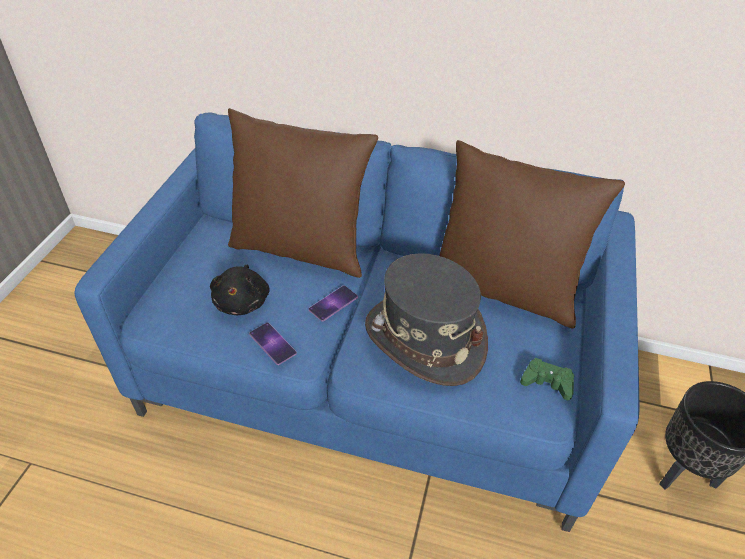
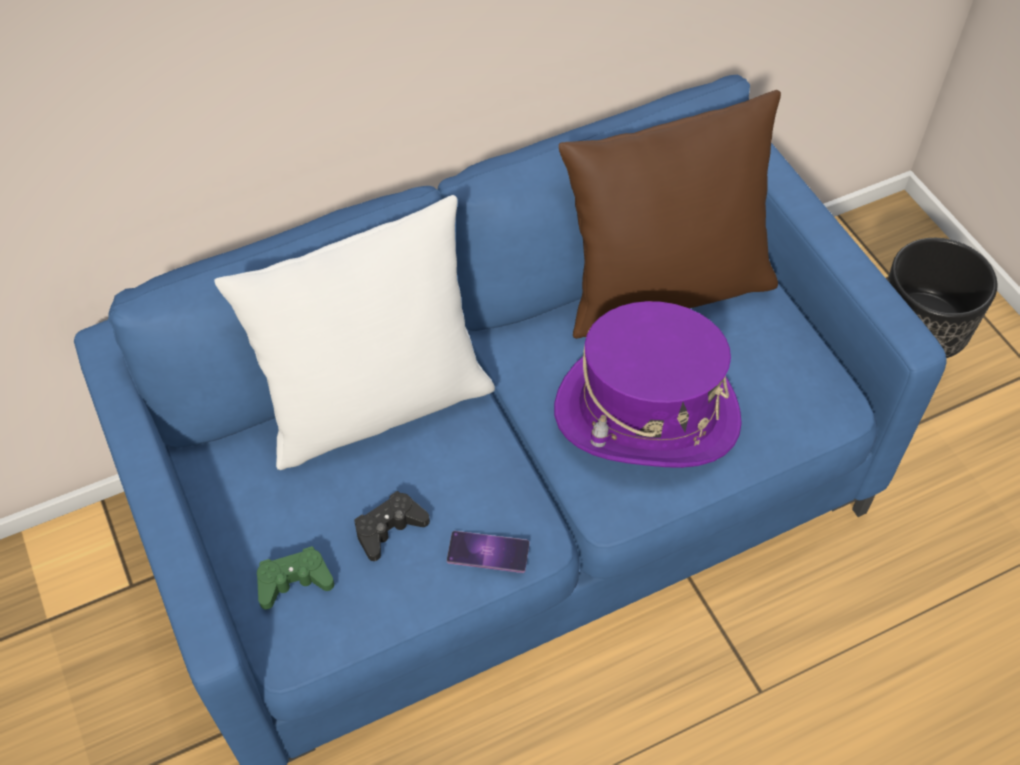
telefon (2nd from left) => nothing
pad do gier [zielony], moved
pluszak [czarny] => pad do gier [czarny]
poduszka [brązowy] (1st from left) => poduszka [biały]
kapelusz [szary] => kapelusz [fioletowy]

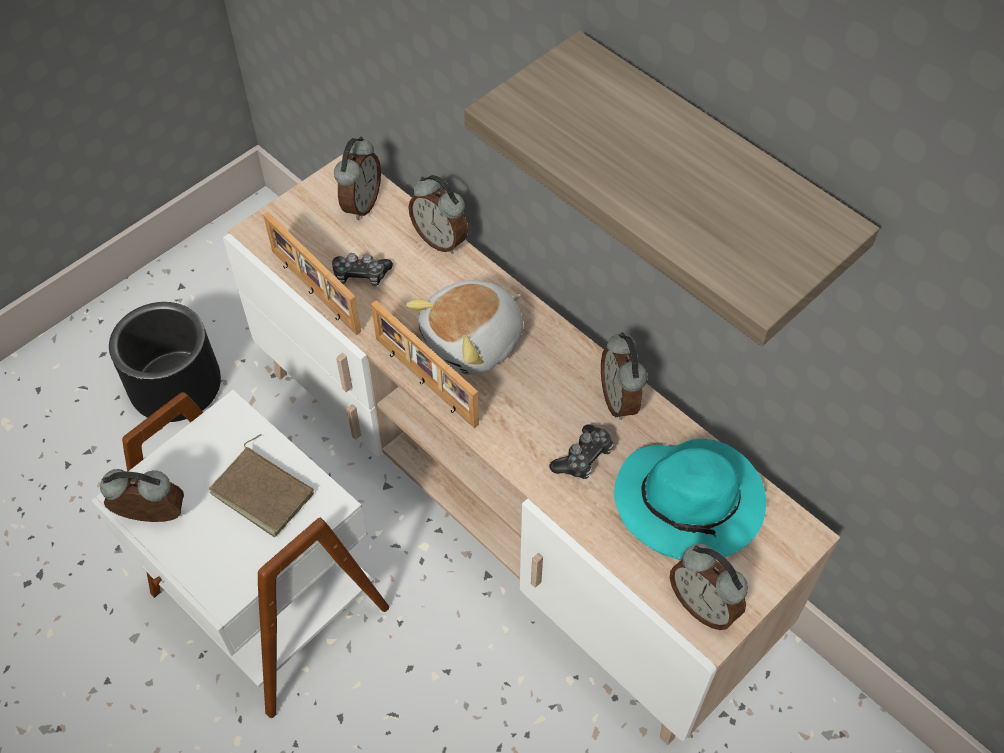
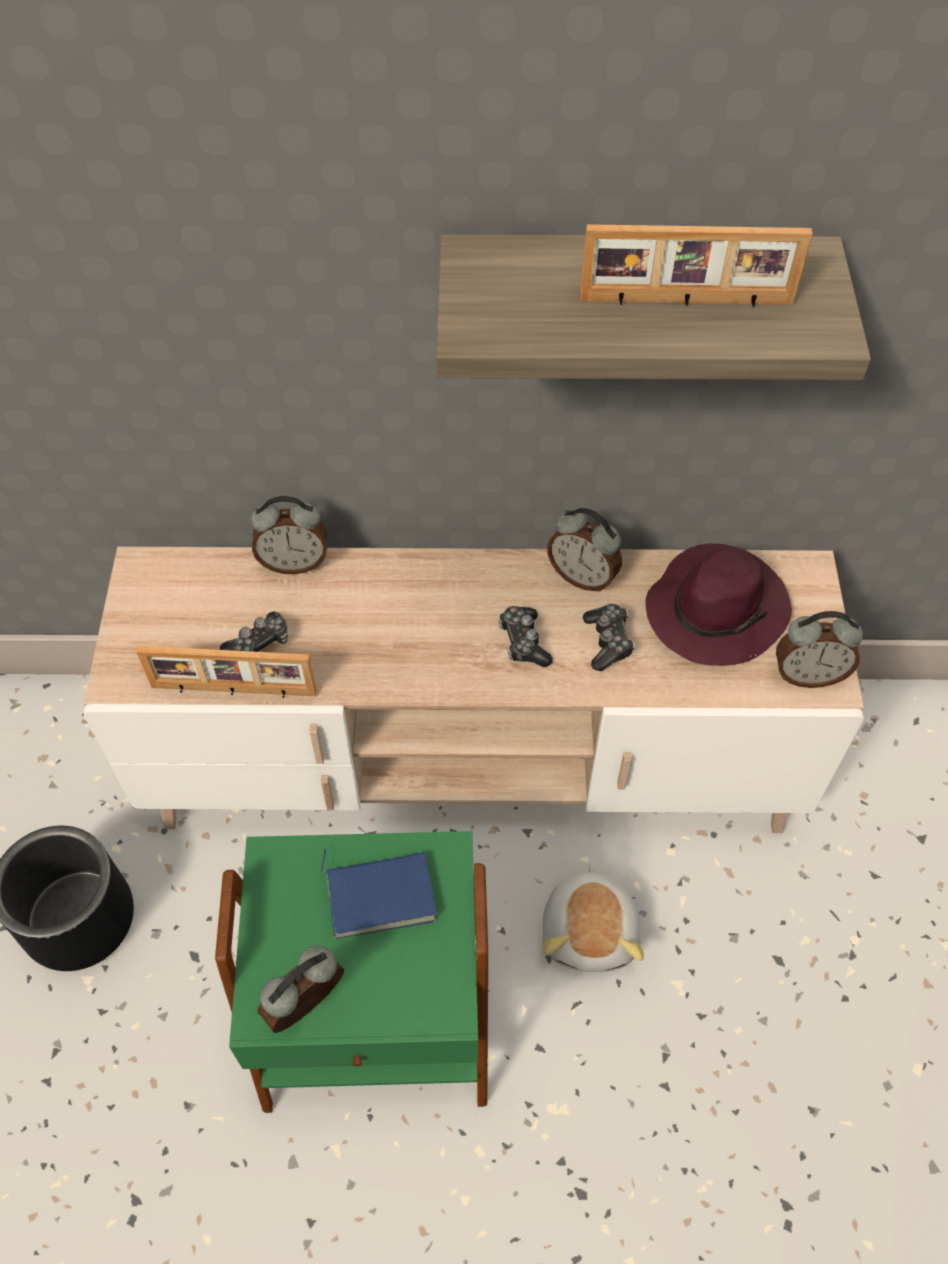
budzik (2nd from left) => nothing
nothing => pad do gier (2nd from left)
ramka na zdjęcie (2nd from left), moved
pluszak, moved
stolik [biały] => stolik [zielony]
książka [brązowy] => książka [niebieski]
kapelusz [turkusowy] => kapelusz [fioletowy]

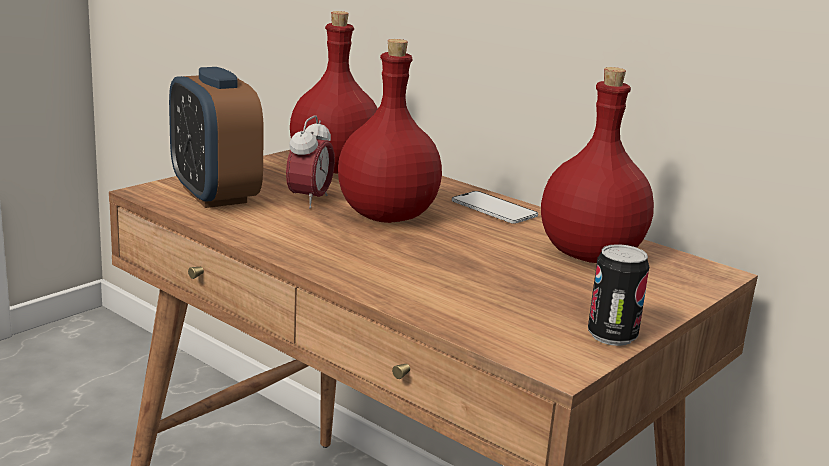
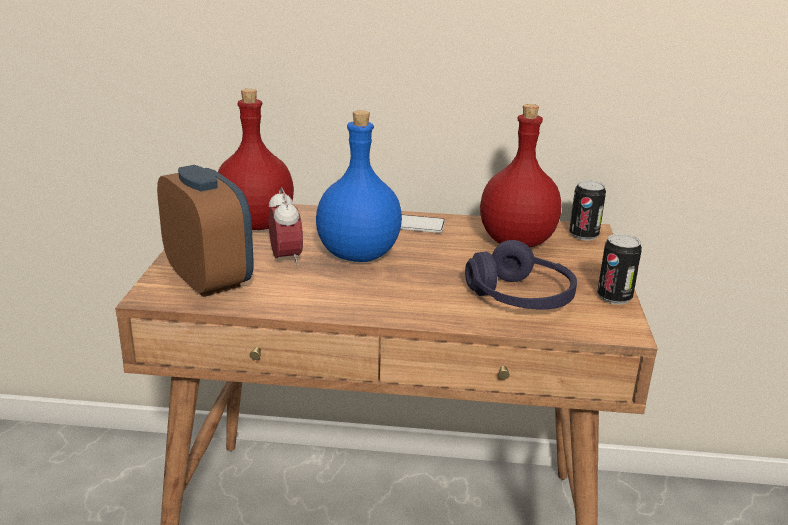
nothing => słuchawki [fioletowy]
nothing => puszka (1st from left)
butelka [czerwony] (2nd from left) => butelka [niebieski]
budzik (1st from left), 150 degrees counterclockwise

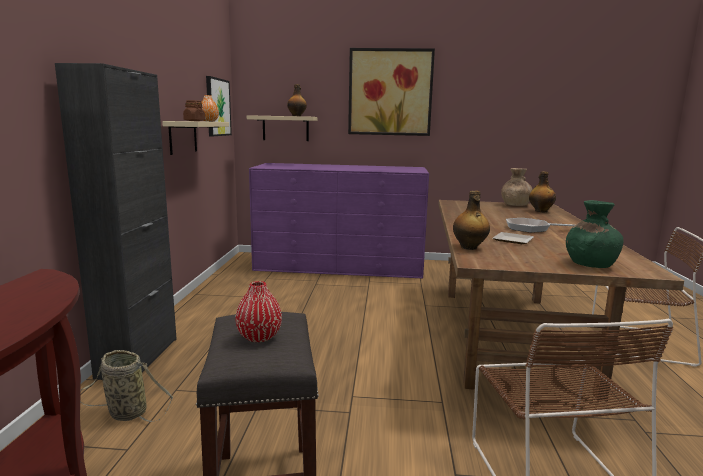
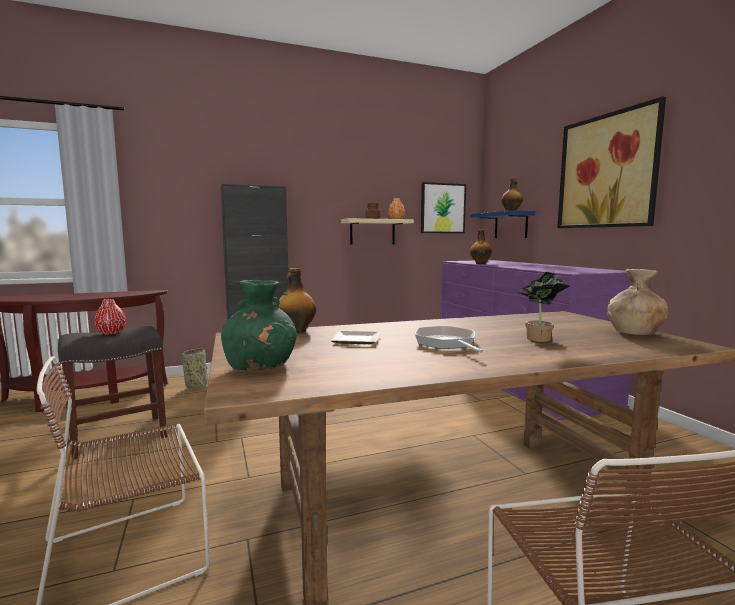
nothing => roślina doniczkowa
butelka (3rd from left in the first image) => butelka (2nd from left), moved
półka [beżowy] (2nd from left) => półka [niebieski]

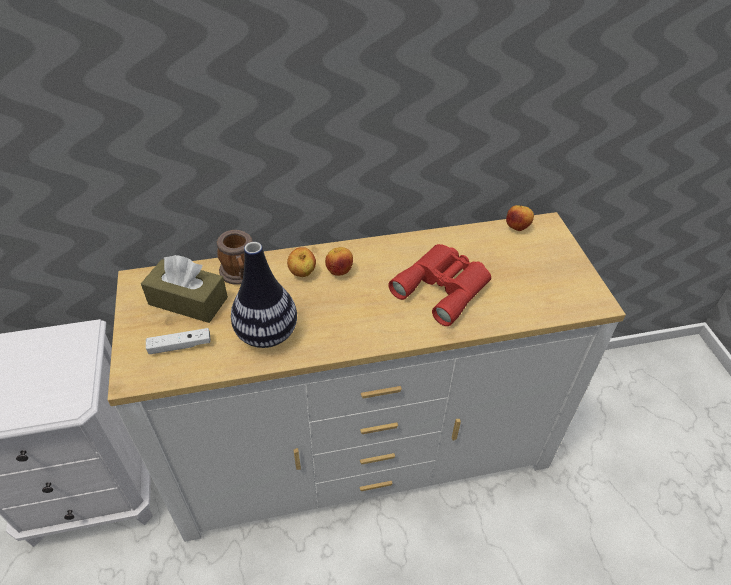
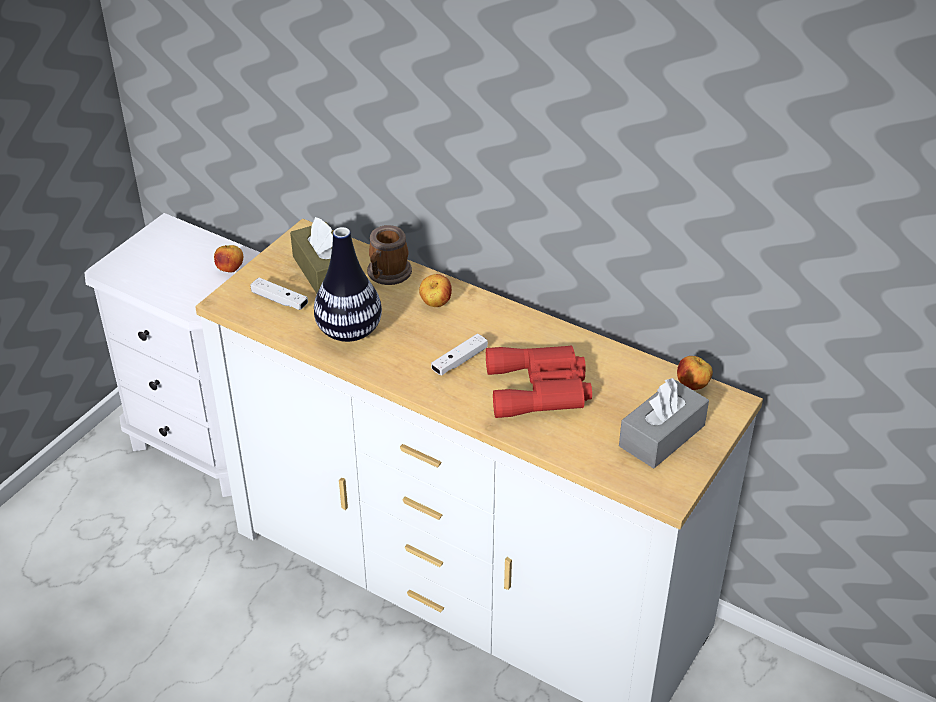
nothing => pad do gier [biały] (2nd from left)
nothing => pudełko chusteczek [szary]
jabłko (2nd from left in the first image) => jabłko (1st from left), moved

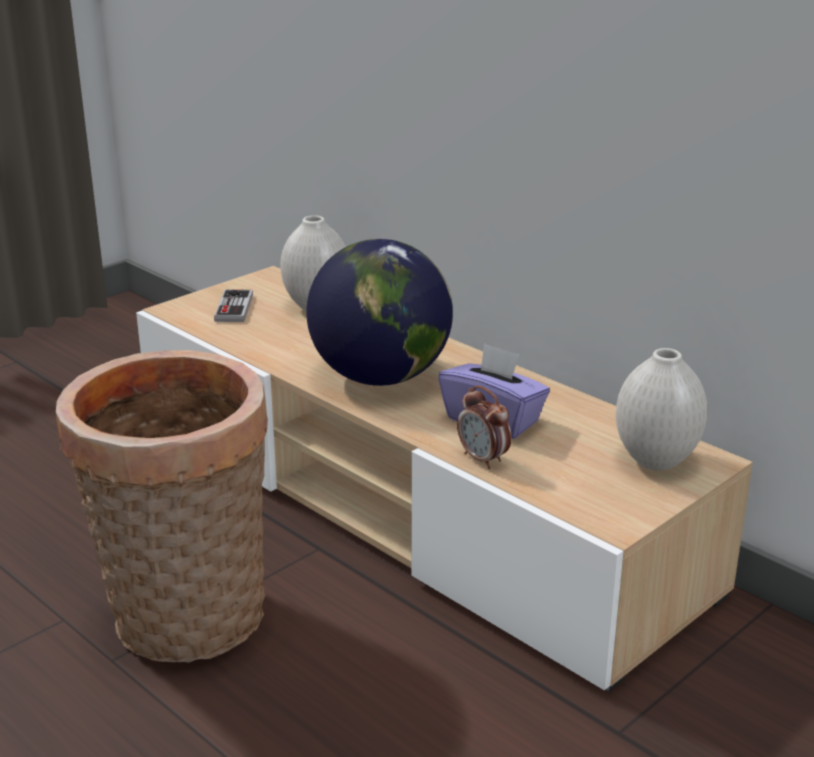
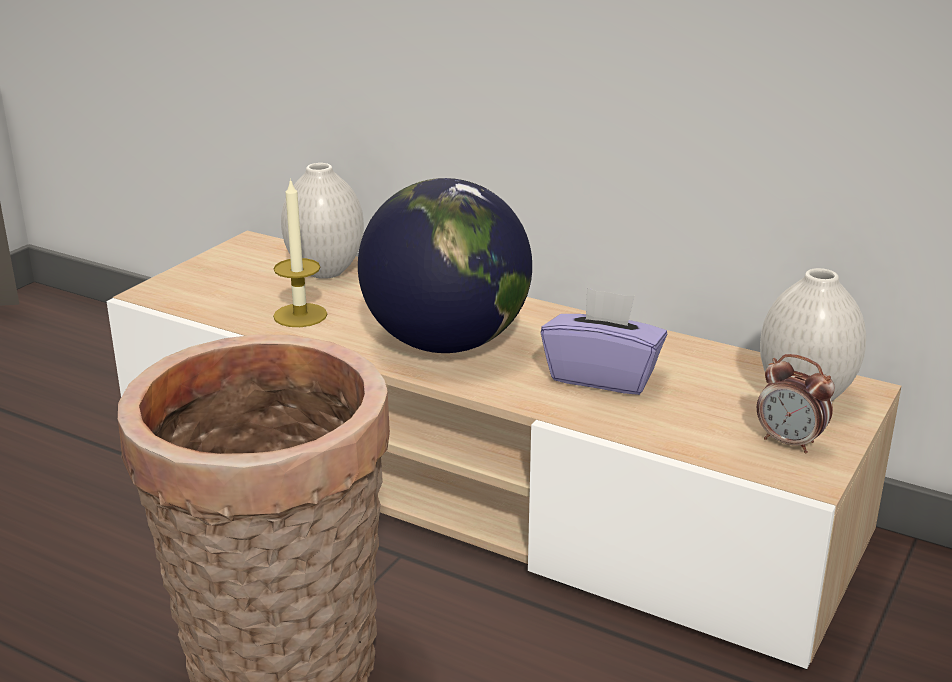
pad do gier => nothing
nothing => świeca
budzik, moved

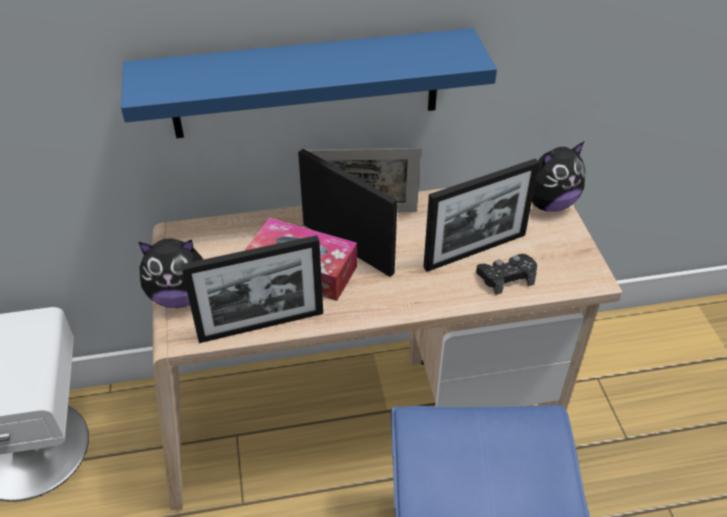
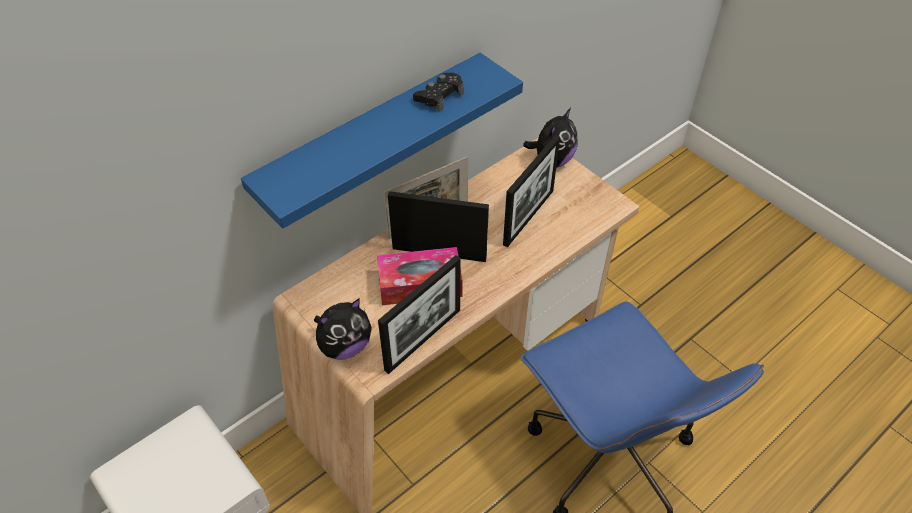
pad do gier [czarny], moved

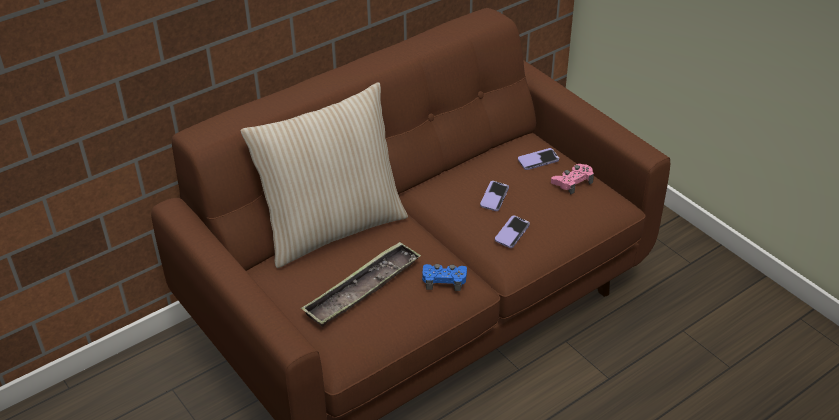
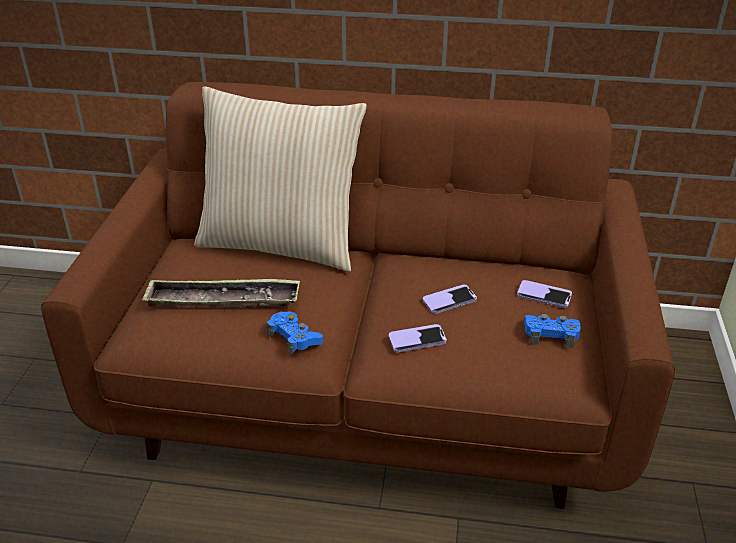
pad do gier [różowy] => pad do gier [niebieski] (2nd from left)

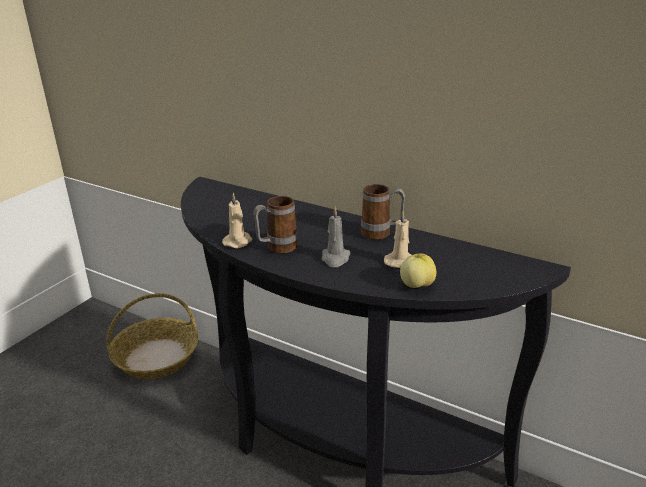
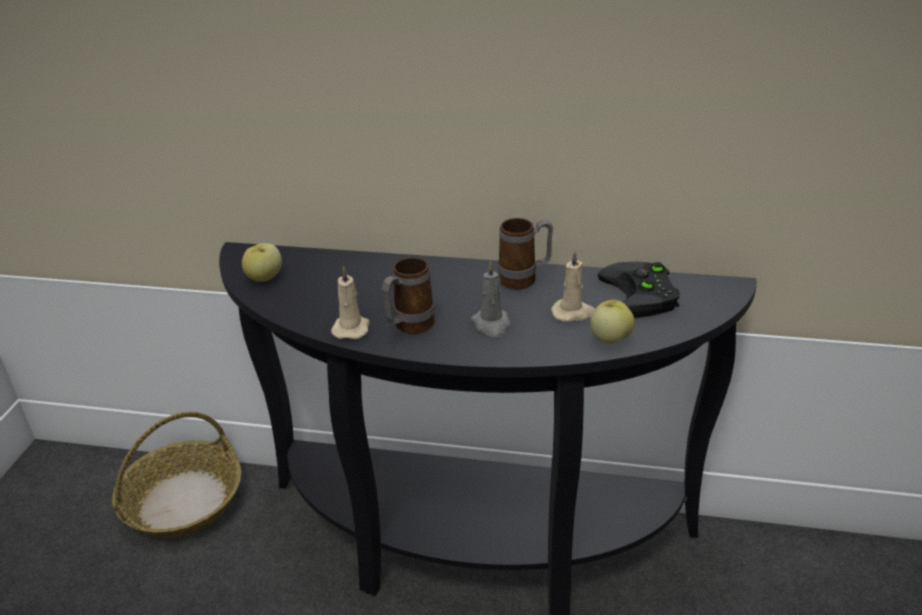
nothing => jabłko (1st from left)
nothing => pad do gier [czarny]

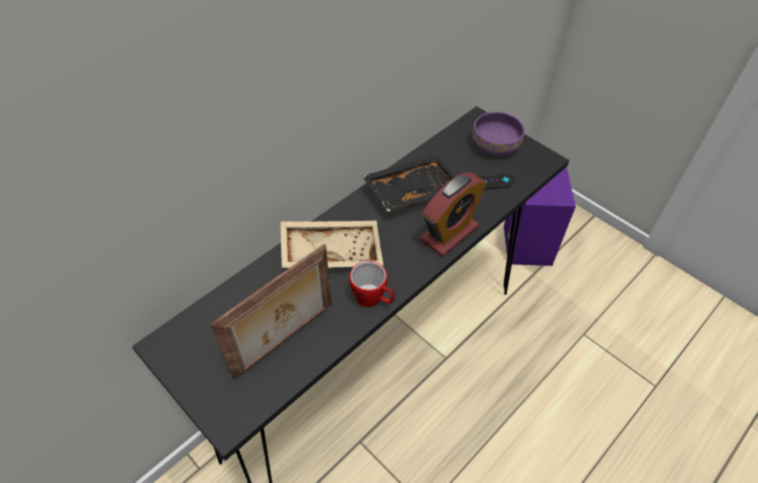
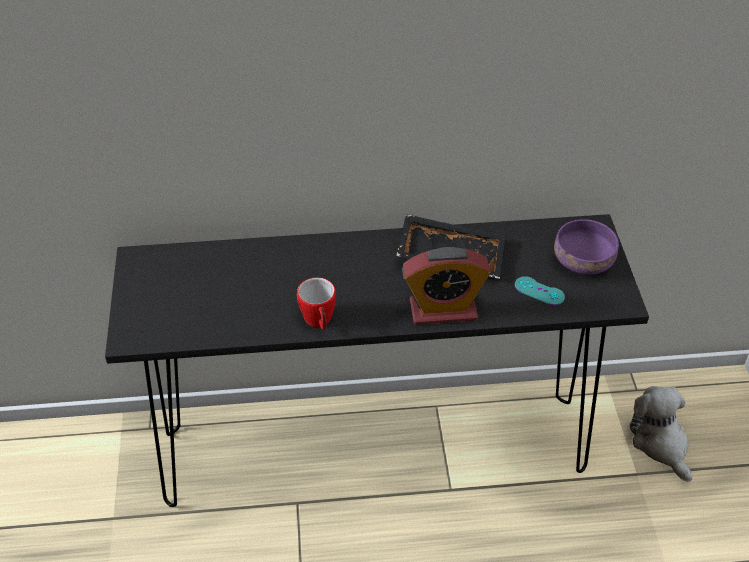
ramka na zdjęcie => nothing
taca [beżowy] => nothing
głośnik [fioletowy] => pluszak
pad do gier [czarny] => pad do gier [turkusowy]

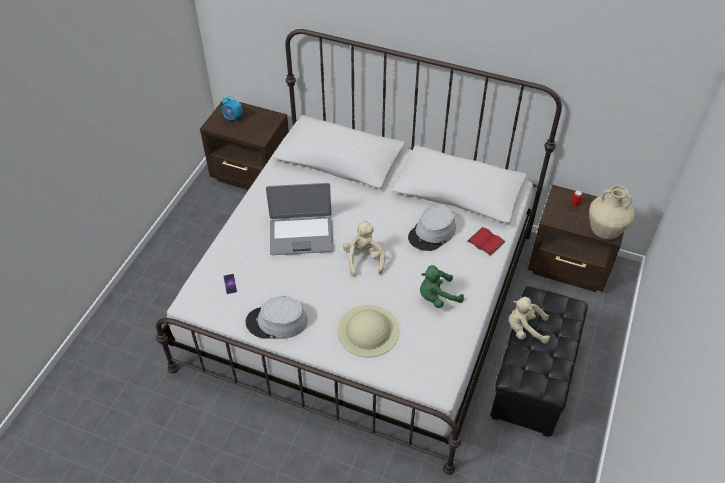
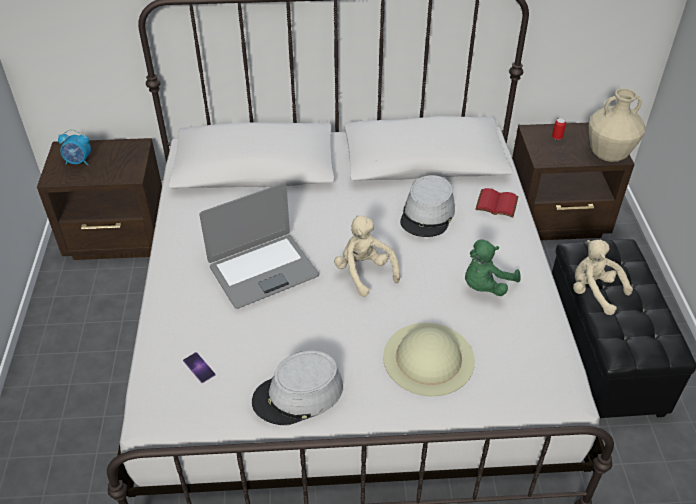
pluszak [beżowy] (2nd from left), 60 degrees clockwise

